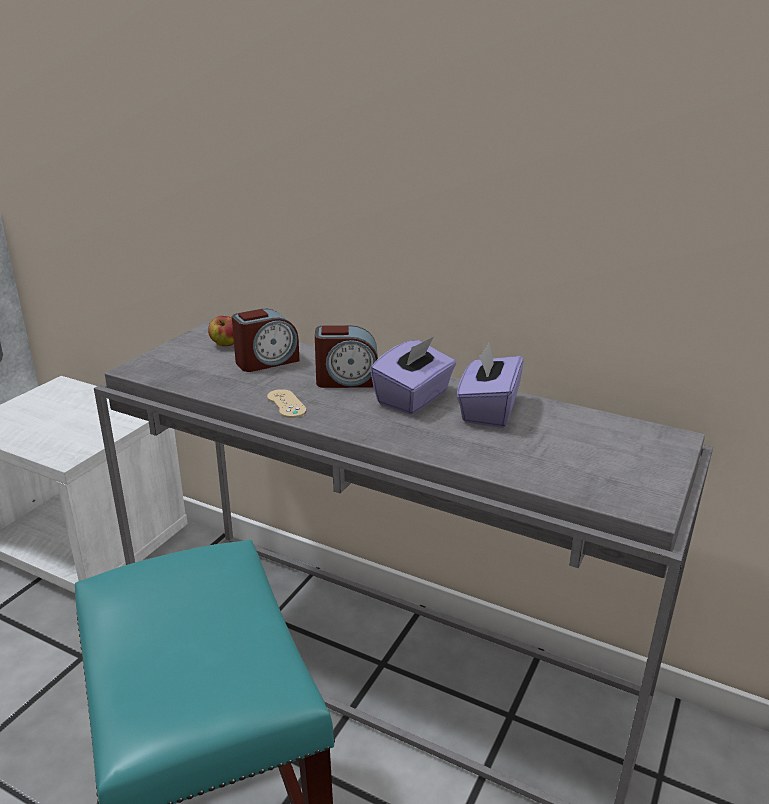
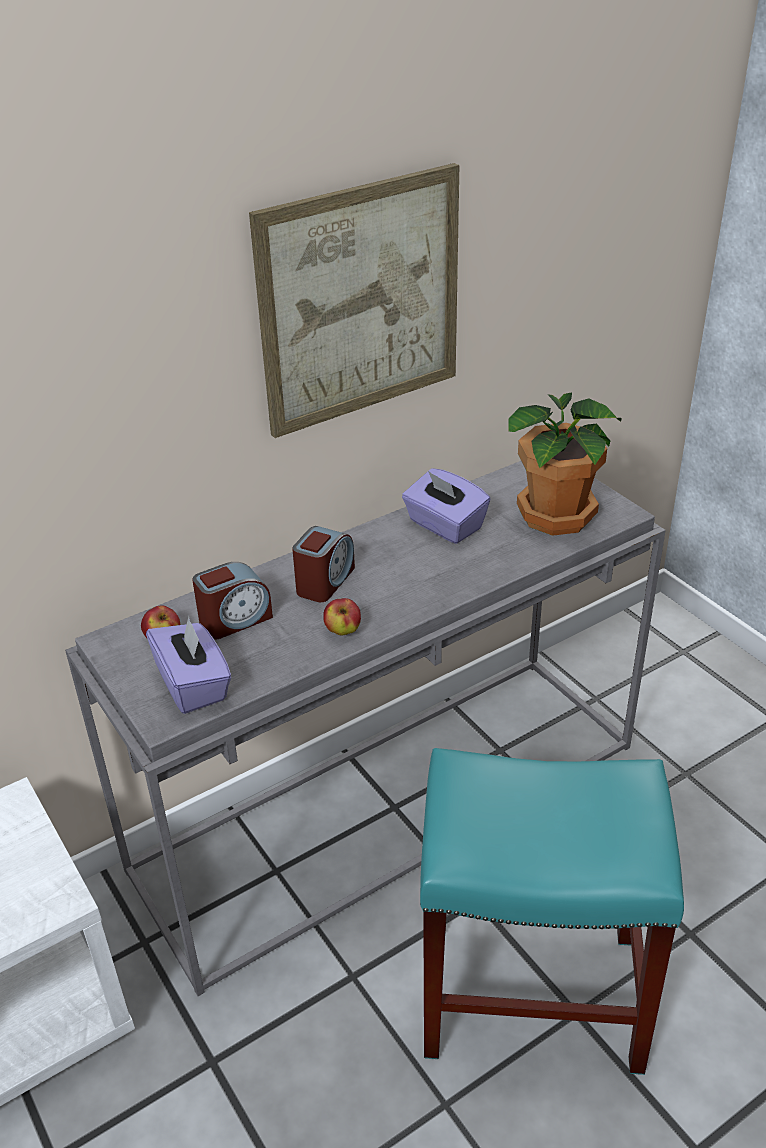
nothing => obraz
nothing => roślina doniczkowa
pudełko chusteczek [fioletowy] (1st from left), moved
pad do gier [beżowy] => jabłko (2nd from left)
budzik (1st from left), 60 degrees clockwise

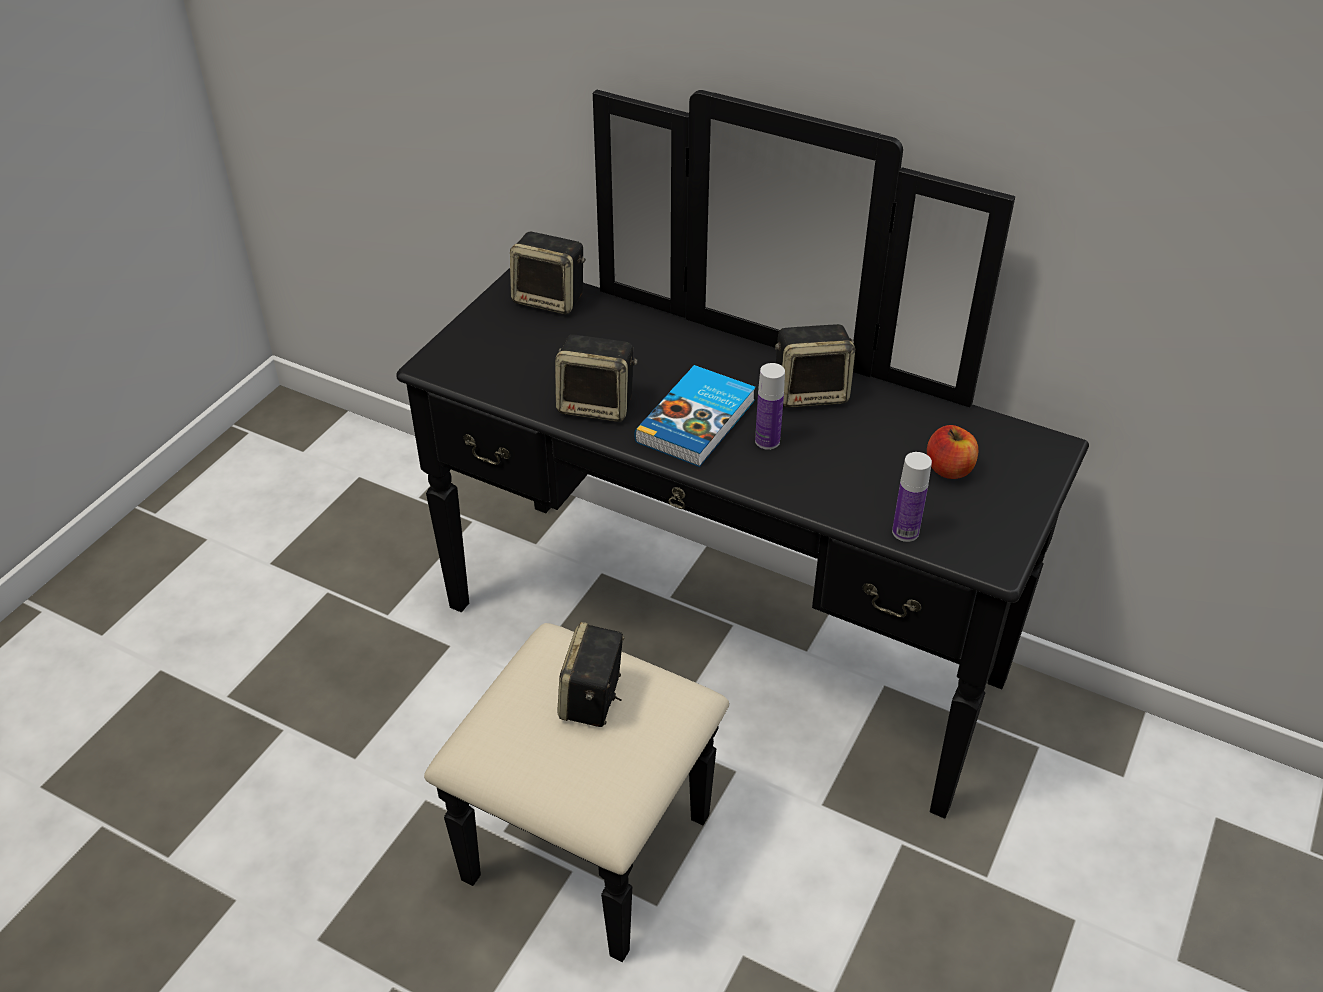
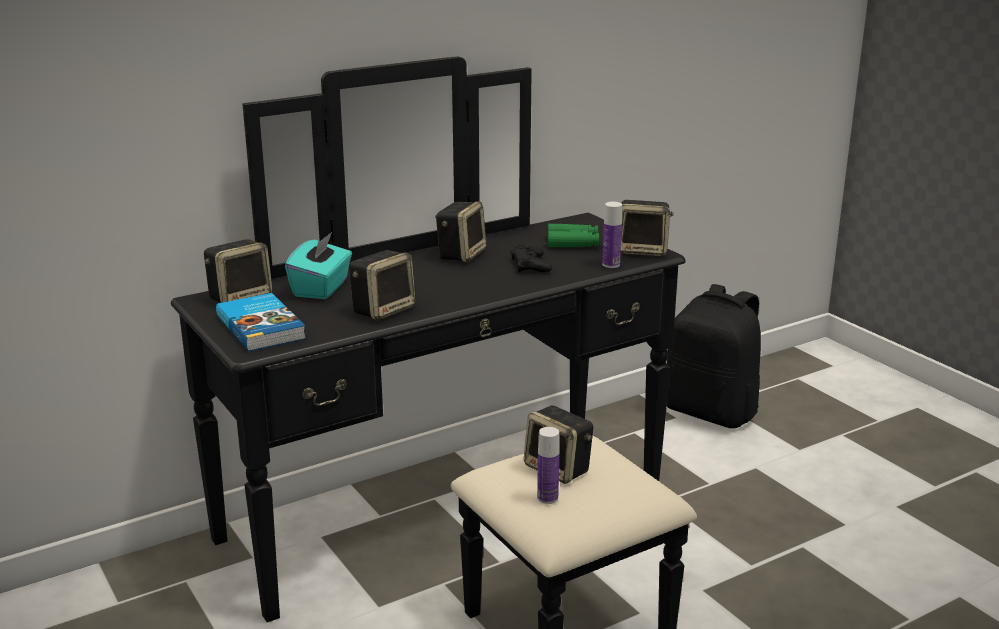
nothing => pudełko chusteczek [turkusowy]
nothing => pad do gier [czarny]
nothing => głośnik (5th from left)
nothing => plecak [czarny]
książka, moved
butelka (1st from left), moved
jabłko => lornetka [zielony]

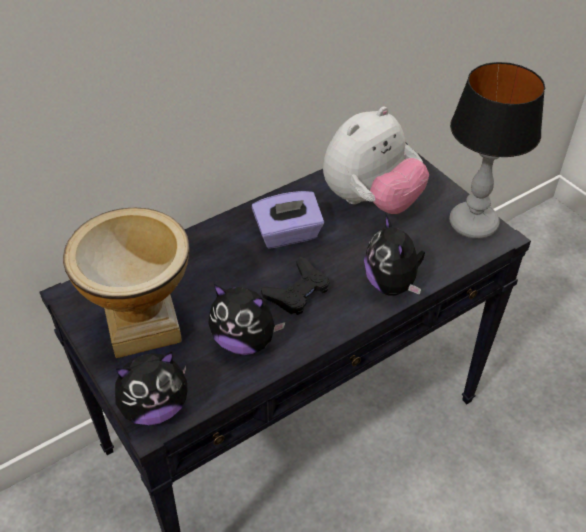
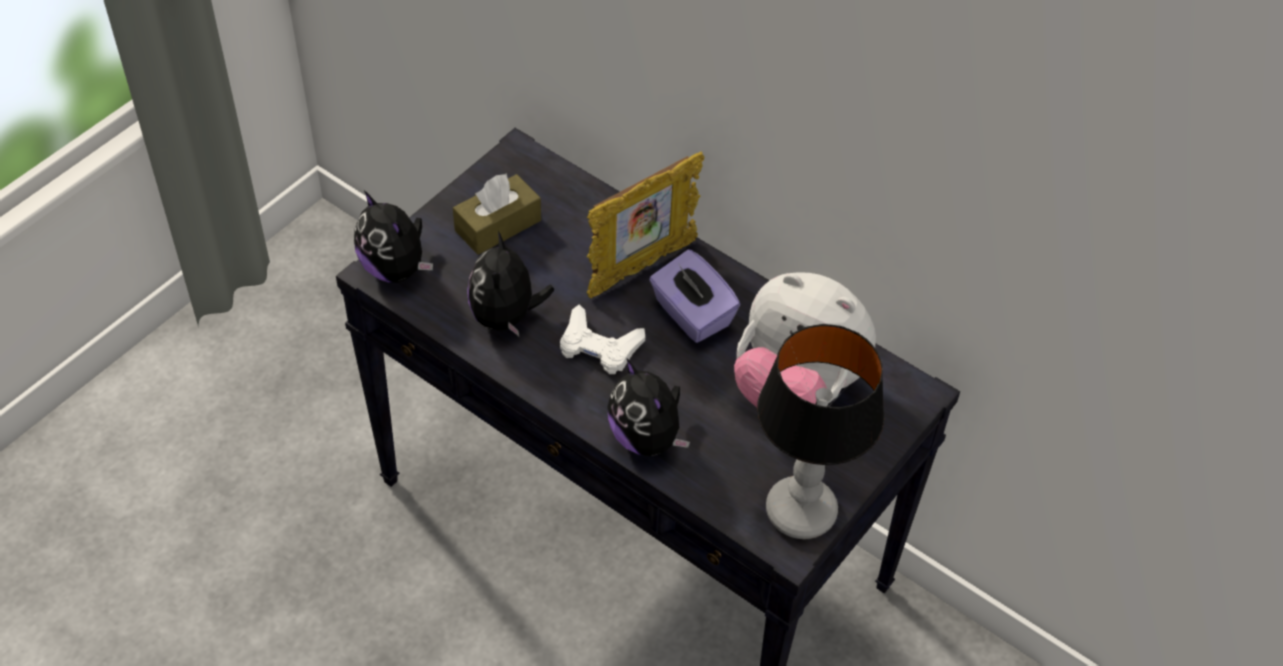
nothing => ramka na zdjęcie
wazon => pudełko chusteczek [brązowy]
pad do gier [czarny] => pad do gier [biały]
pluszak (4th from left in the first image) => pluszak (3rd from left), 90 degrees counterclockwise

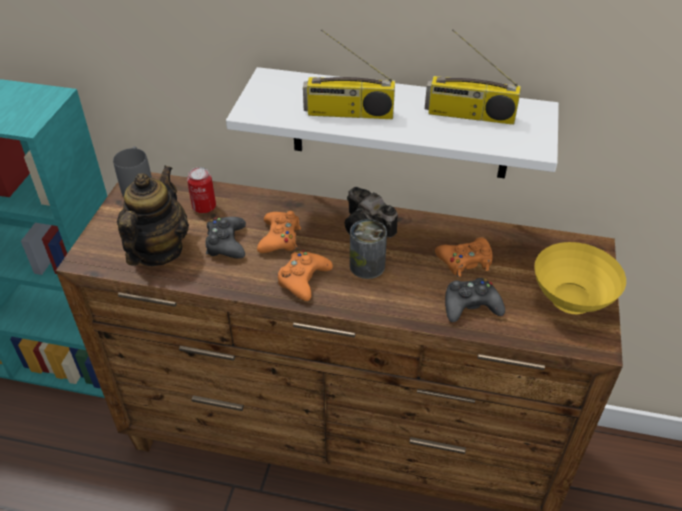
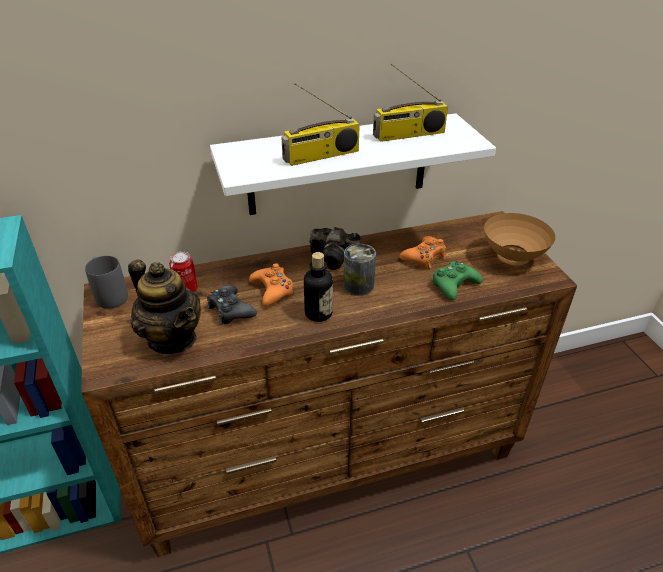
pad do gier [pomarańczowy] (2nd from left) => butelka
pad do gier [czarny] (2nd from left) => pad do gier [zielony]
miska [żółty] => miska [brązowy]
imbryk, 150 degrees clockwise

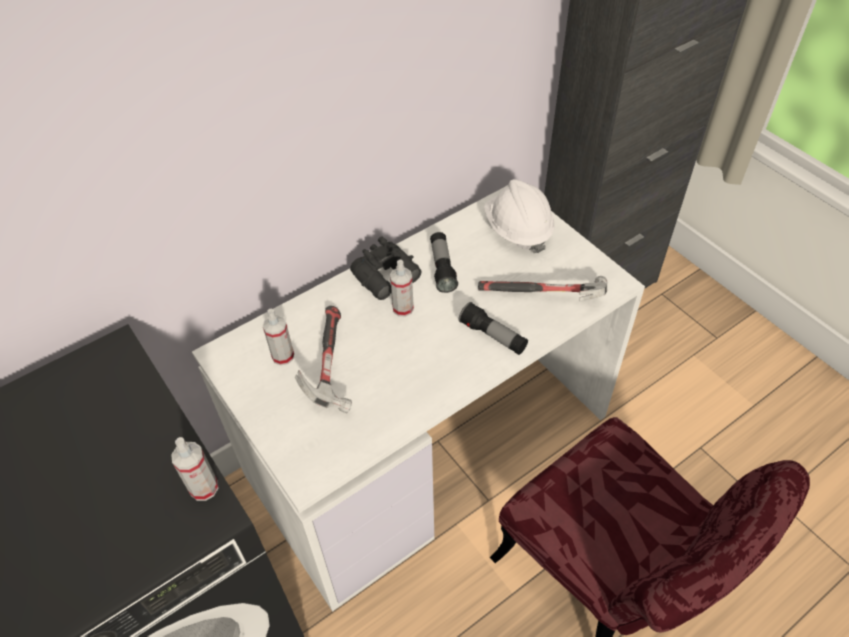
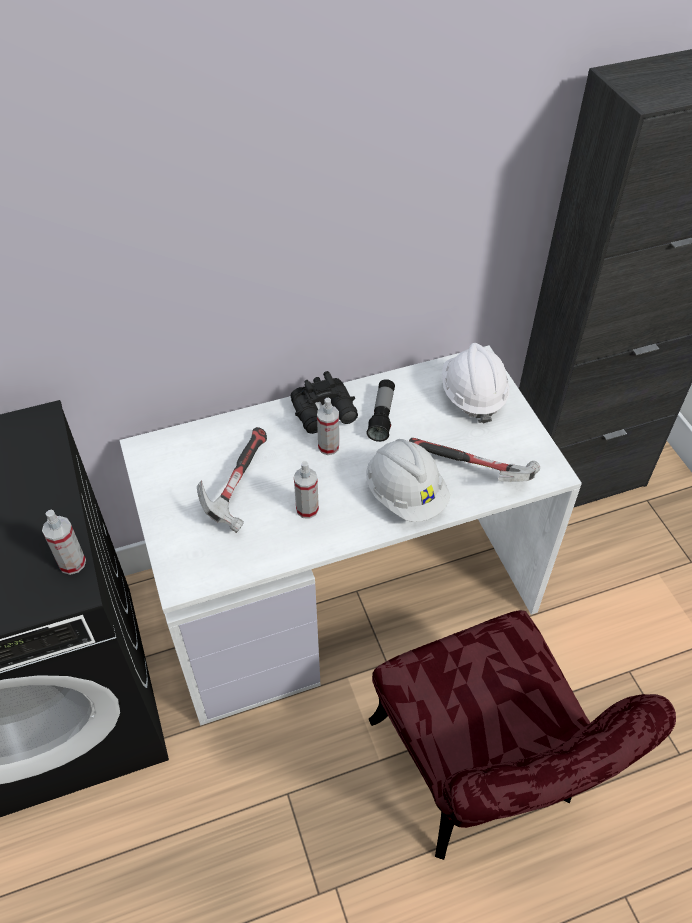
spryskiwacz (2nd from left), moved
latarka (2nd from left) => kask [biały] (1st from left)

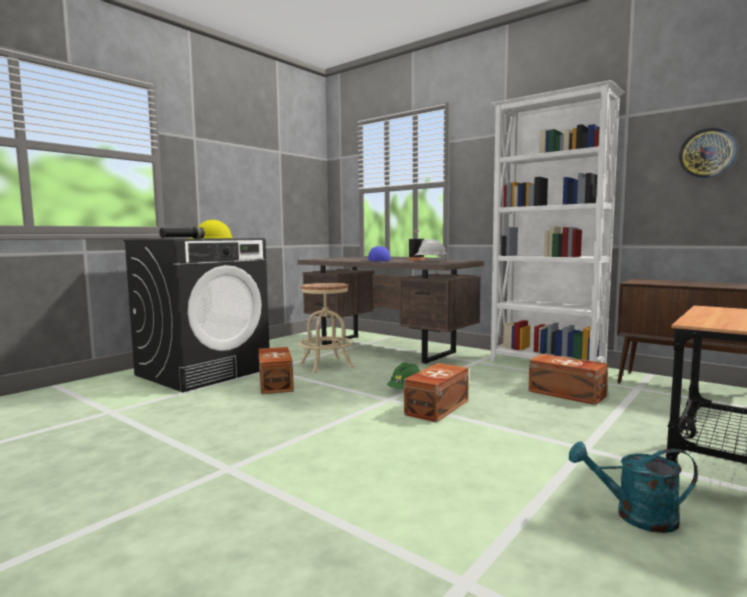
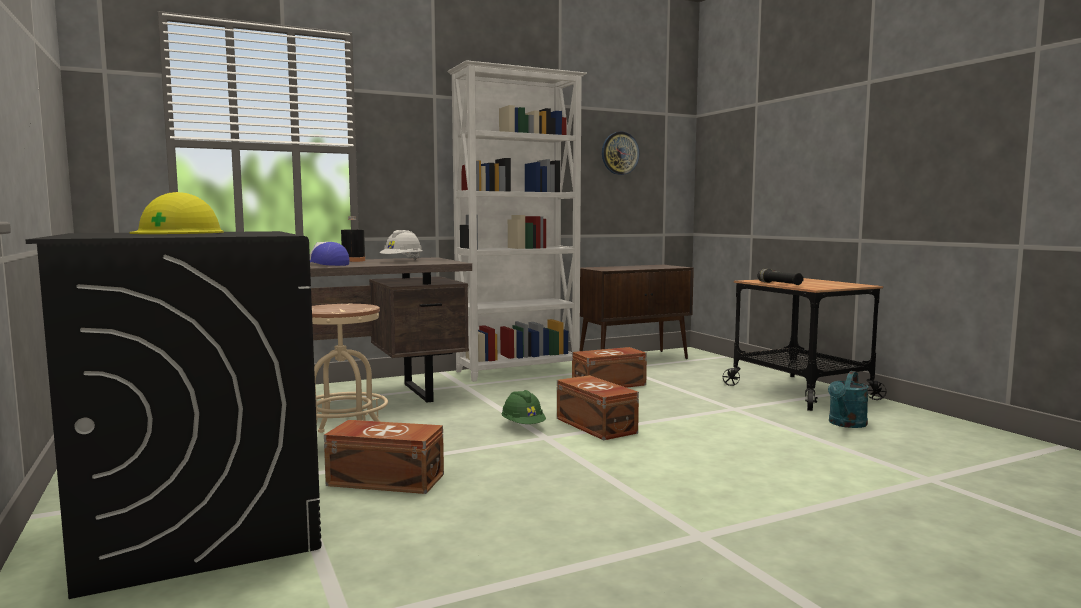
latarka [czarny], moved

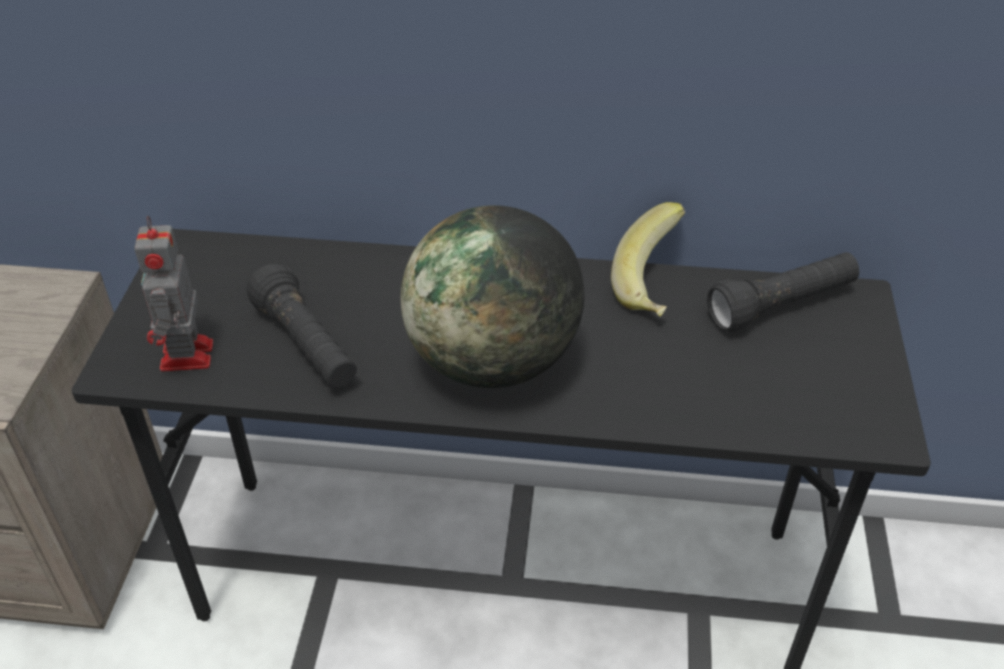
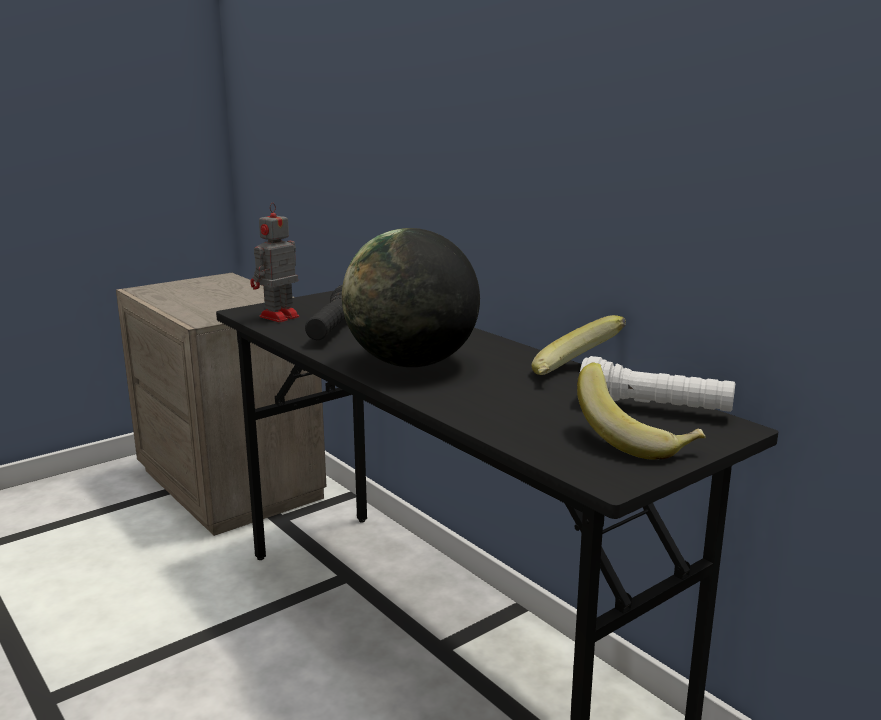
nothing => banan (2nd from left)
latarka [czarny] (2nd from left) => latarka [biały]

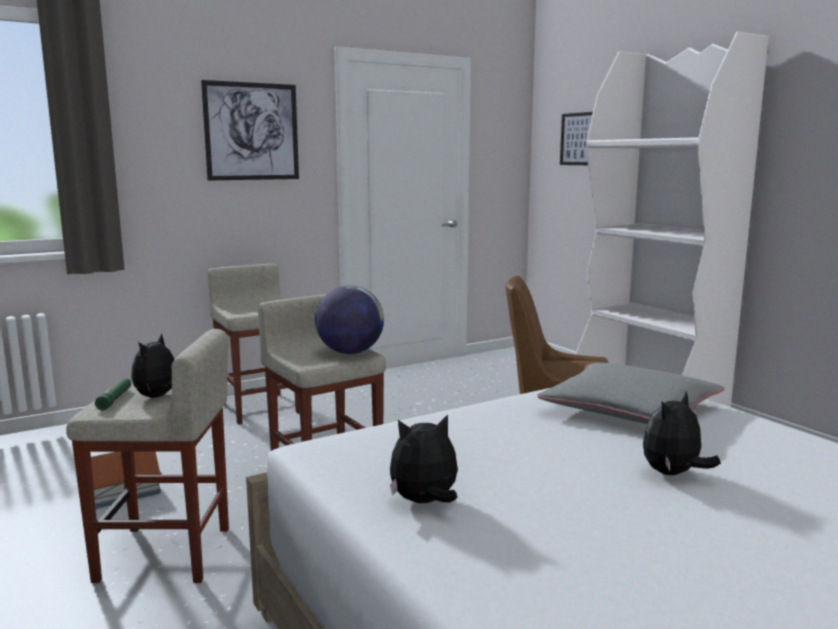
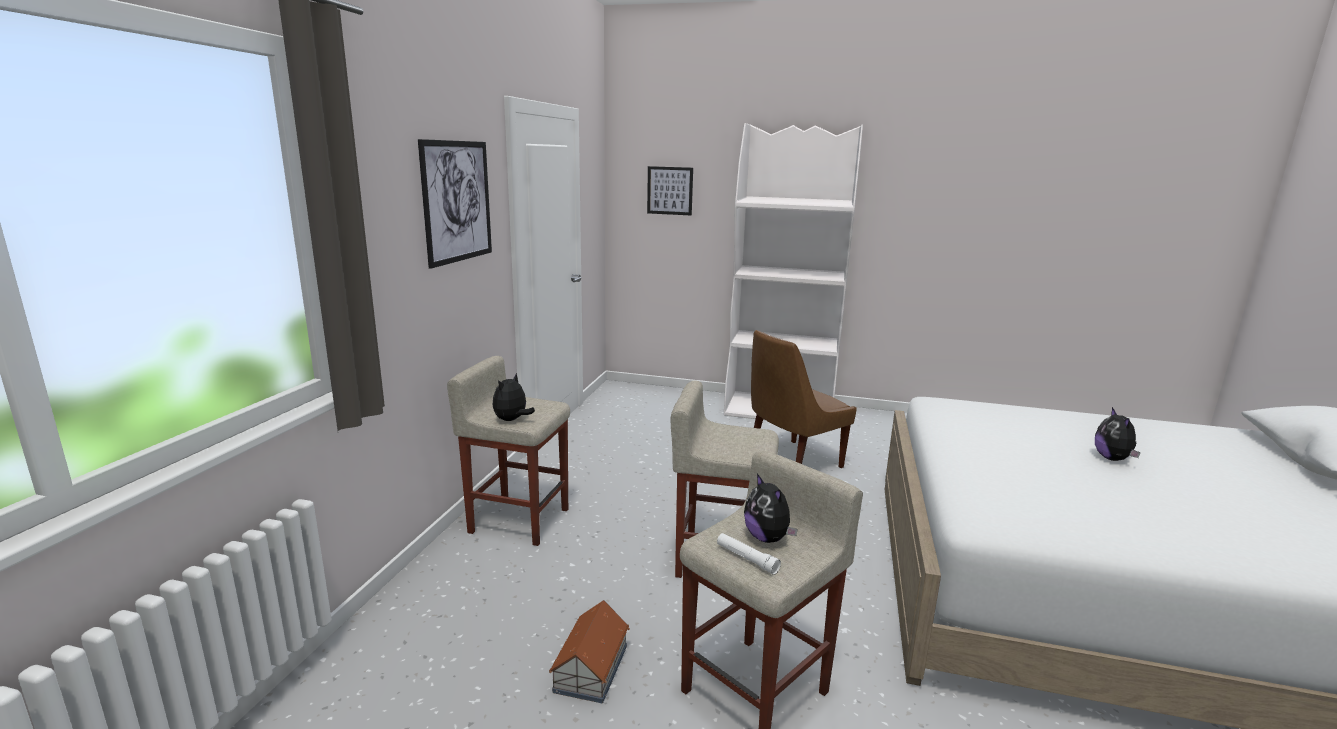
globus => nothing
poduszka [szary] => nothing
pluszak (2nd from left in the first image) => pluszak (1st from left), moved
latarka [zielony] => latarka [biały]

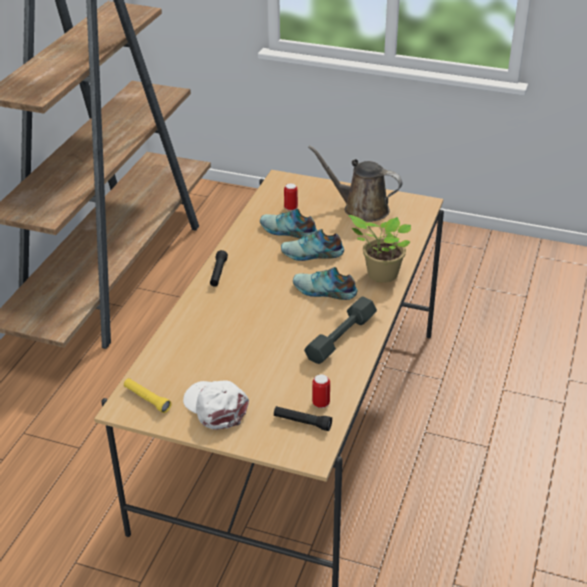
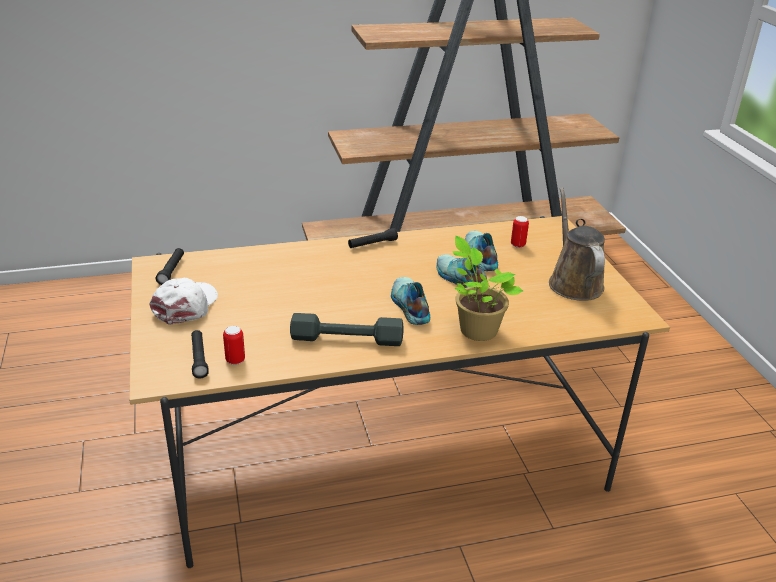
latarka [żółty] => latarka [czarny] (1st from left)

